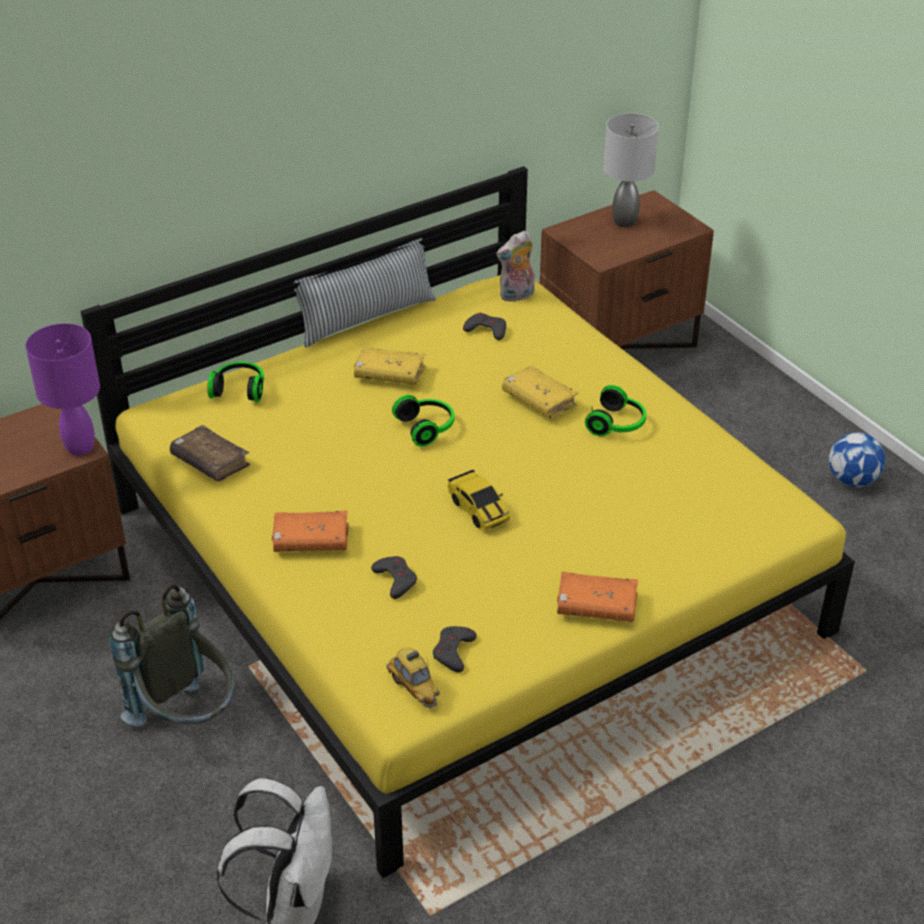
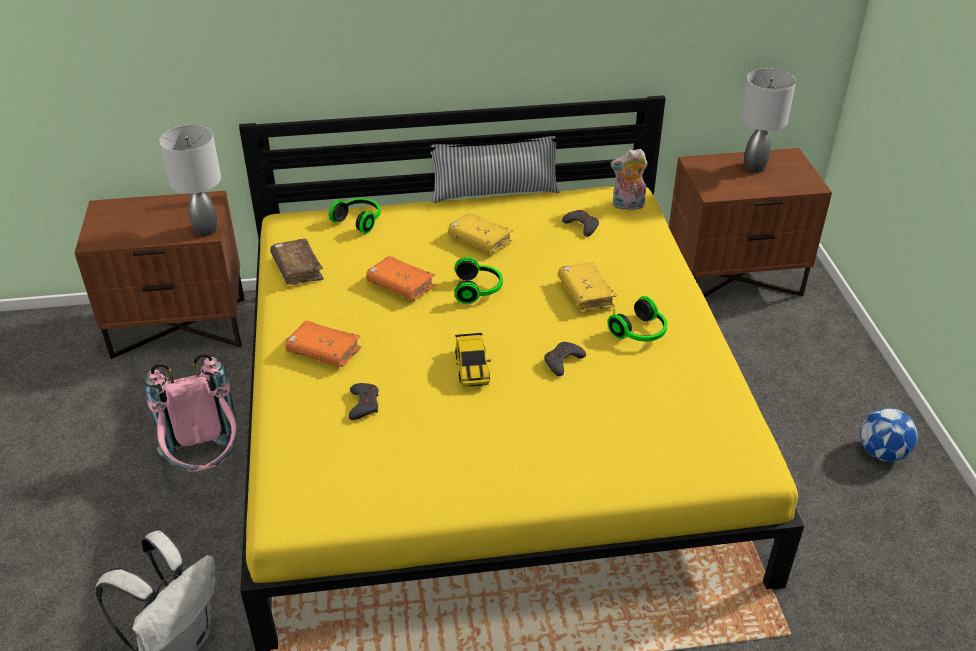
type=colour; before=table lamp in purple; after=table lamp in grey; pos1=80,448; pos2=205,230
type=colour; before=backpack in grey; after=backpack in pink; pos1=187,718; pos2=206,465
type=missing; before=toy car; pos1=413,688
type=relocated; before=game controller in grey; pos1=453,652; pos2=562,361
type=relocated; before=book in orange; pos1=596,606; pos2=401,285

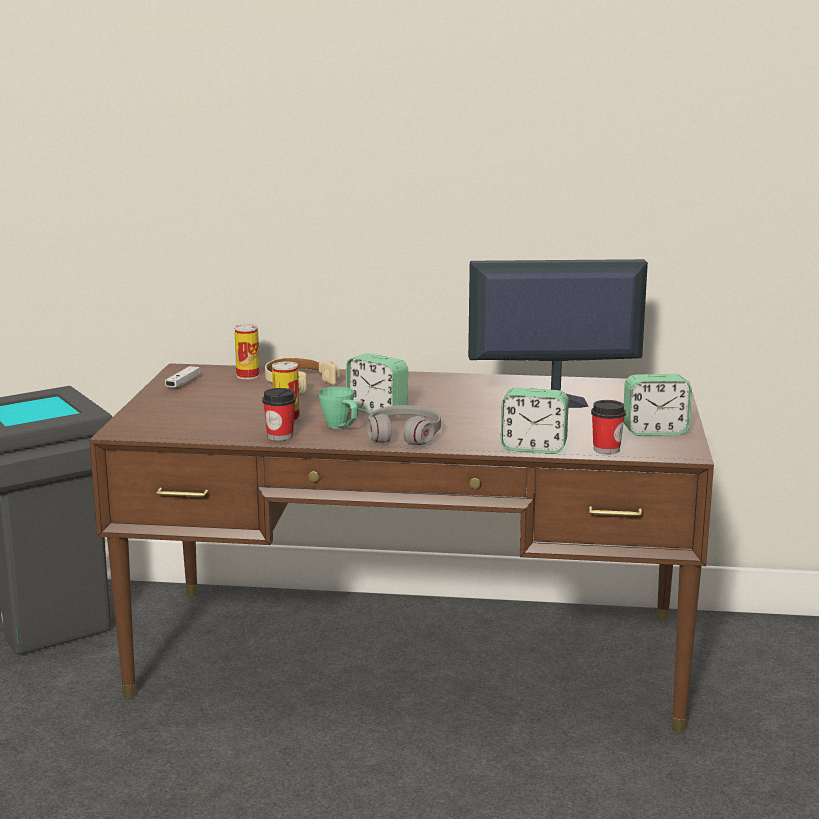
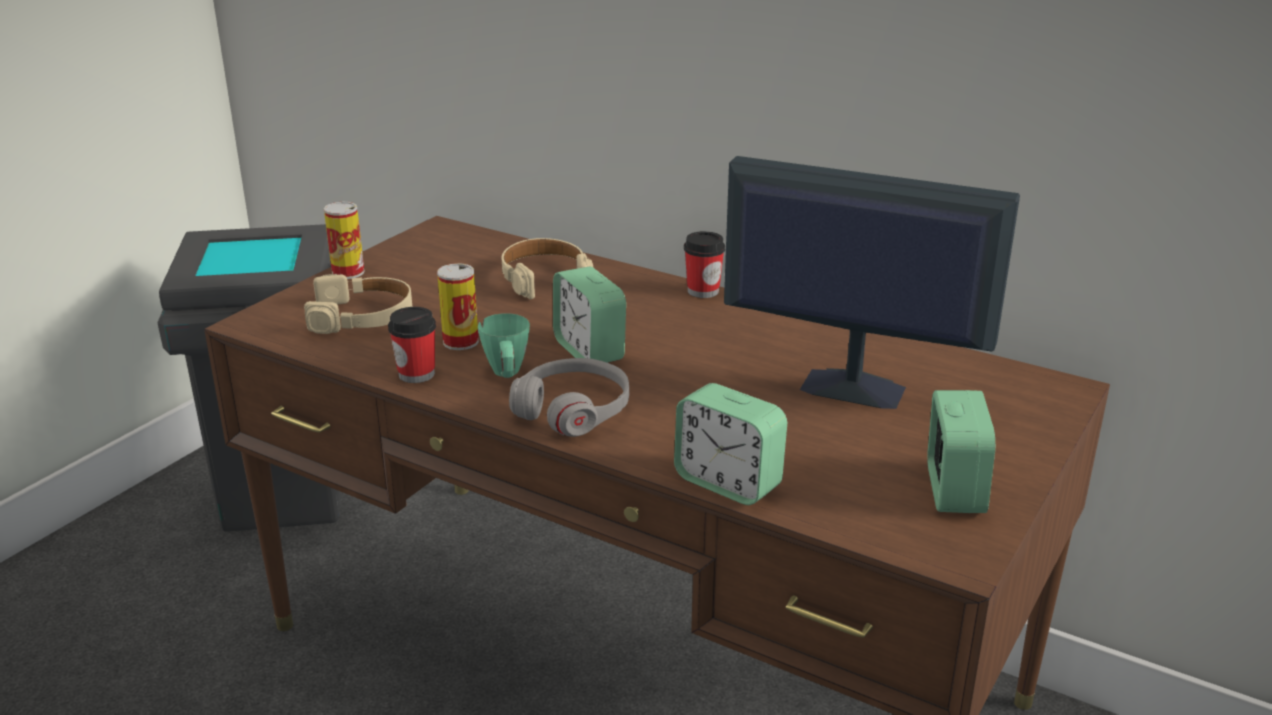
type=missing; before=game controller in white; pos1=183,383
type=relocated; before=can; pos1=248,376; pos2=348,272
type=relocated; before=cup; pos1=606,449; pos2=703,291
type=spun; before=alarm clock; pos1=655,431; pos2=953,490; turn=-105
type=appeared; after=headphones in beige; pos2=362,316

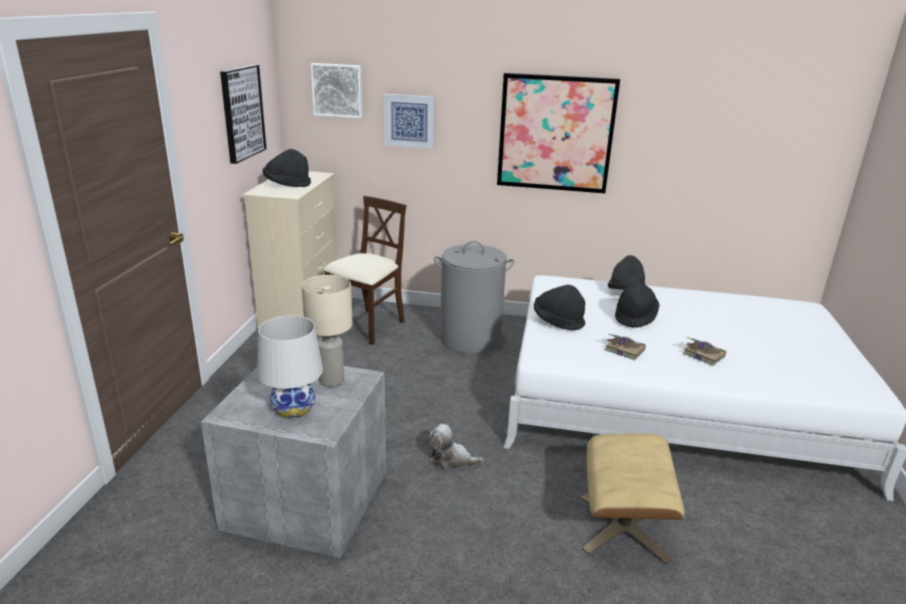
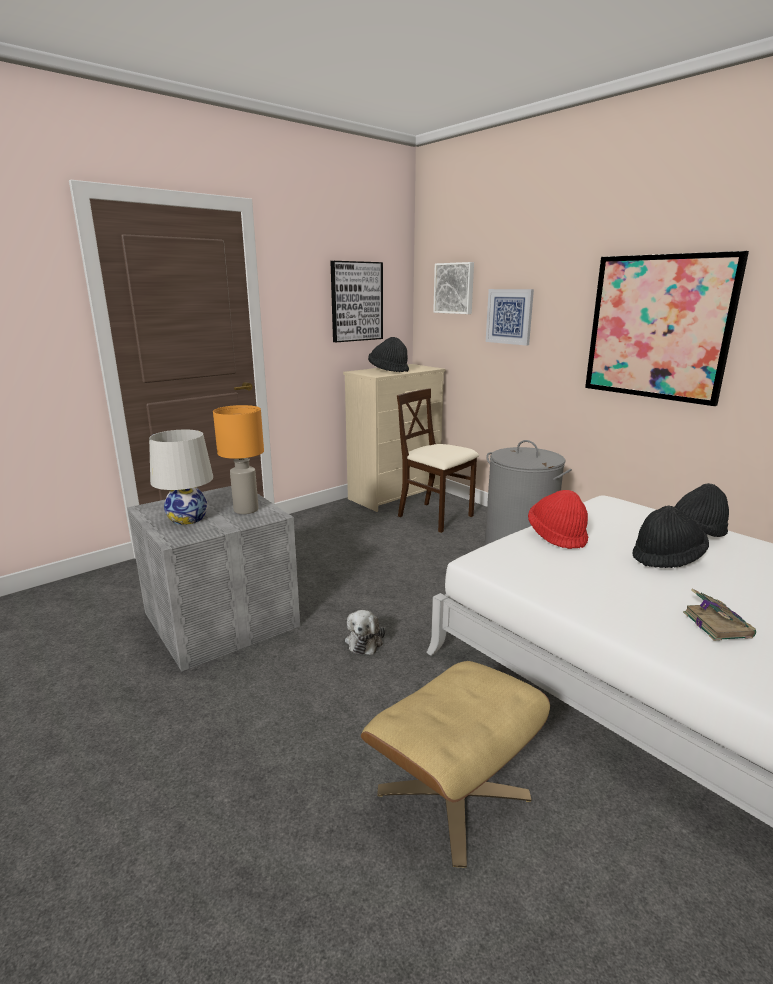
type=colour; before=table lamp in beige; after=table lamp in orange; pos1=330,380; pos2=245,510
type=spun; before=chair in beige; pos1=367,326; pos2=435,517; turn=-120
type=spun; before=plush toy; pos1=451,459; pos2=364,641; turn=-135
type=colour; before=hat in black; after=hat in red; pos1=558,321; pos2=557,536
type=missing; before=book; pos1=624,350

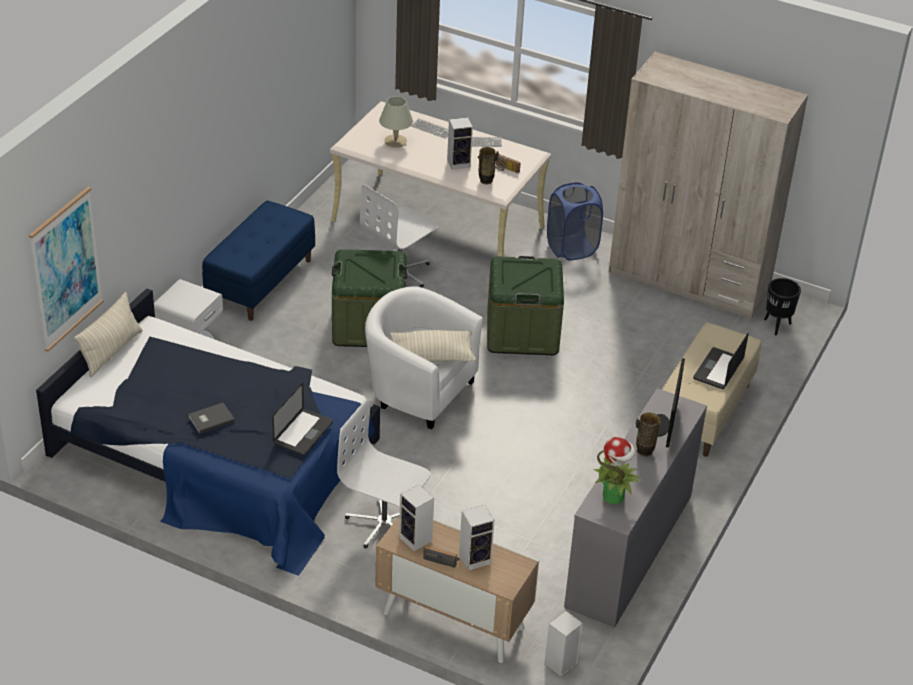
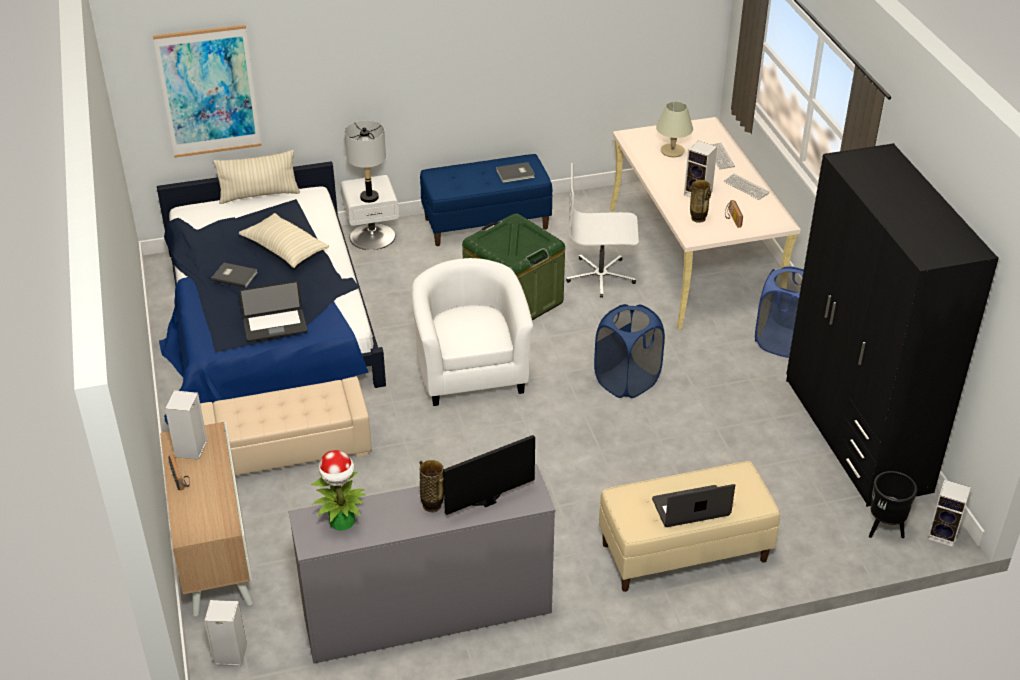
type=exchanged; before=office chair in white; after=ottoman in beige; pos1=384,524; pos2=287,449
type=relocated; before=pillow in beige; pos1=432,356; pos2=285,250
type=relocated; before=speaker; pos1=476,558; pos2=943,535
type=exchanged; before=storage box in green; after=laundry basket in blue; pos1=522,332; pos2=627,381
type=colour; before=wardrobe in beige; after=wardrobe in black; pos1=689,280; pos2=856,435
type=appeared; after=table lamp in grey; pos2=369,197
type=appeared; after=book in grey; pos2=516,174

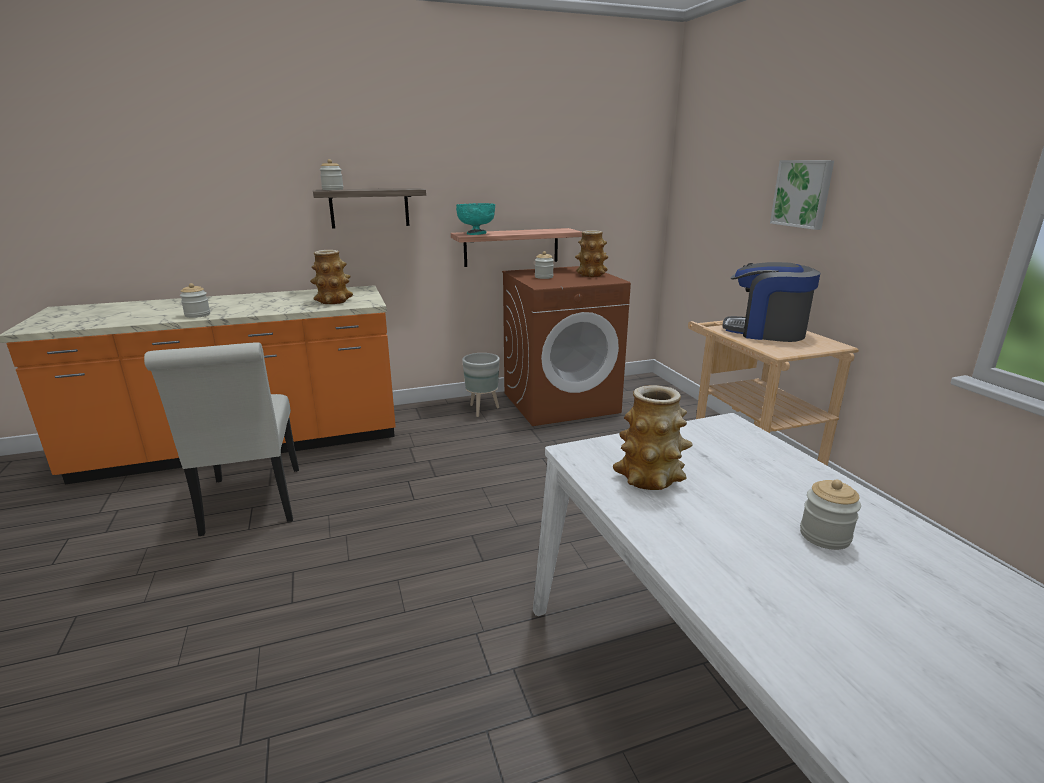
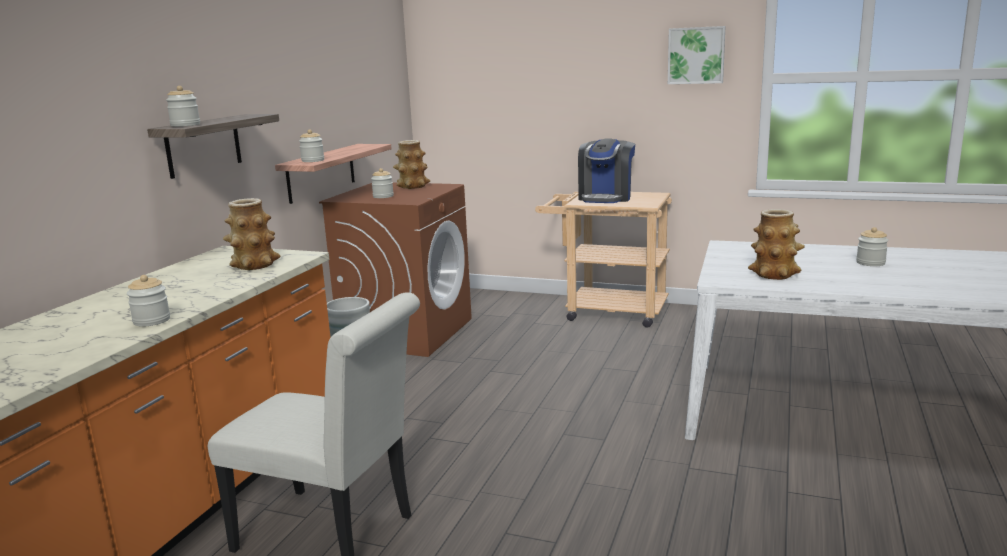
type=exchanged; before=bowl in turquoise; after=jar; pos1=476,234; pos2=313,160
type=spun; before=coffee machine; pos1=765,332; pos2=606,198; turn=-45
type=relocated; before=picture; pos1=803,193; pos2=696,55

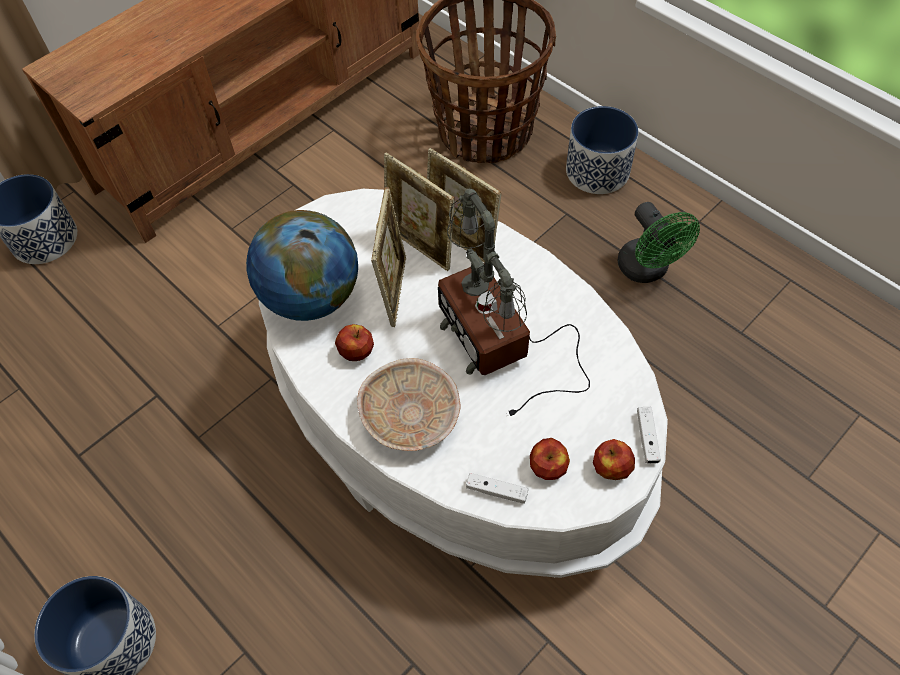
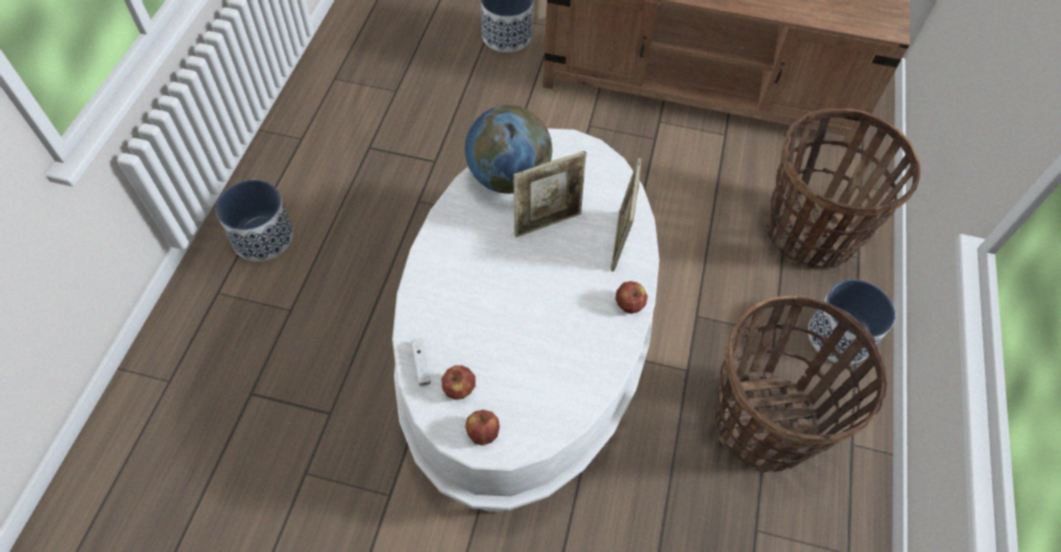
type=relocated; before=apple; pos1=356,351; pos2=629,304
type=missing; before=bowl in beige; pos1=411,417
type=missing; before=picture frame; pos1=420,246
type=missing; before=table lamp; pos1=499,344
type=exchanged; before=fan in green; after=basket; pos1=647,270; pos2=764,423
type=missing; before=game controller in white; pos1=647,438

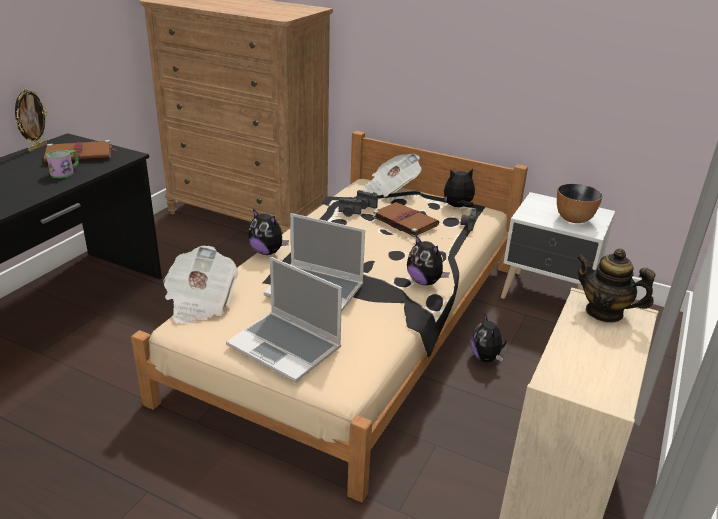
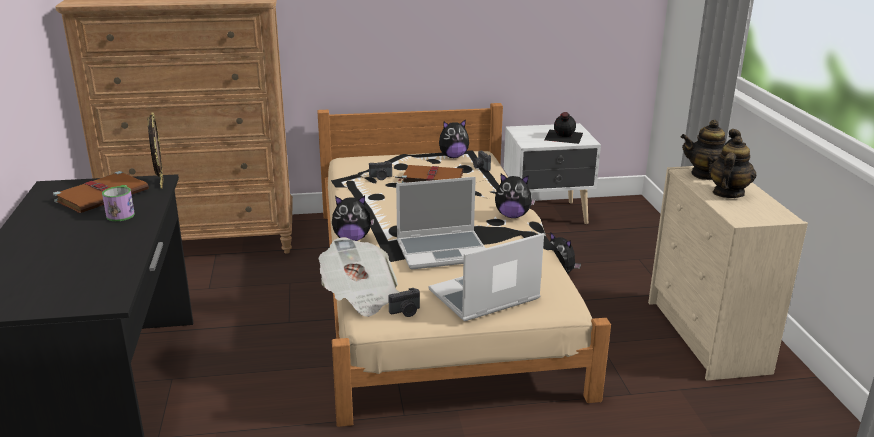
type=relocated; before=picture frame; pos1=37,147; pos2=160,183
type=spun; before=laptop; pos1=286,347; pos2=483,297; turn=150
type=relocated; before=photo camera; pos1=349,213; pos2=406,312
type=missing; before=newspaper; pos1=391,189
type=spun; before=plush toy; pos1=458,207; pos2=453,156; turn=-150
type=exchanged; before=bowl; after=bottle in black; pos1=573,219; pos2=563,136
type=appeared; after=teapot; pos2=727,193

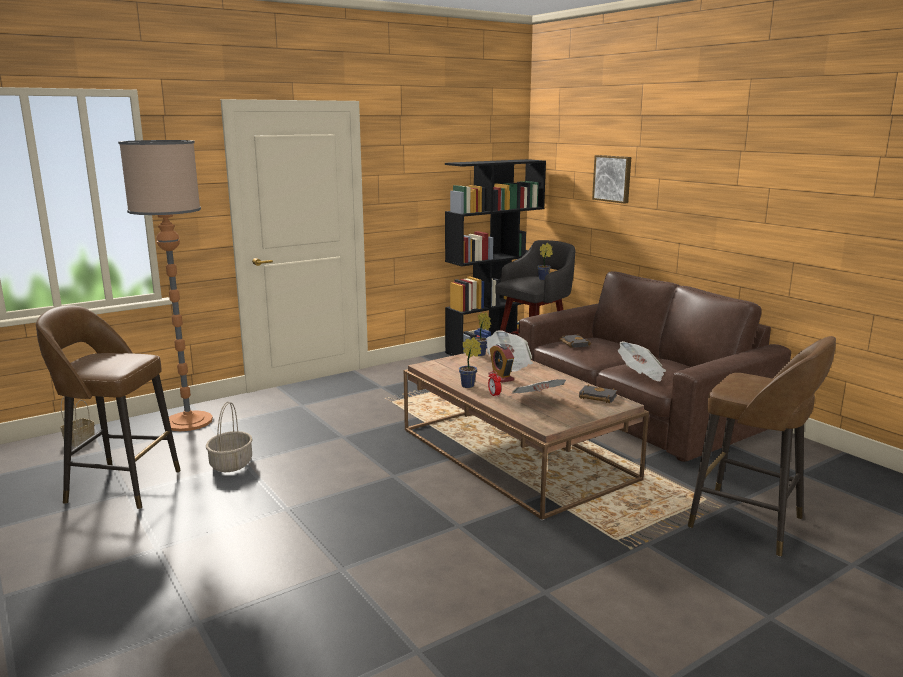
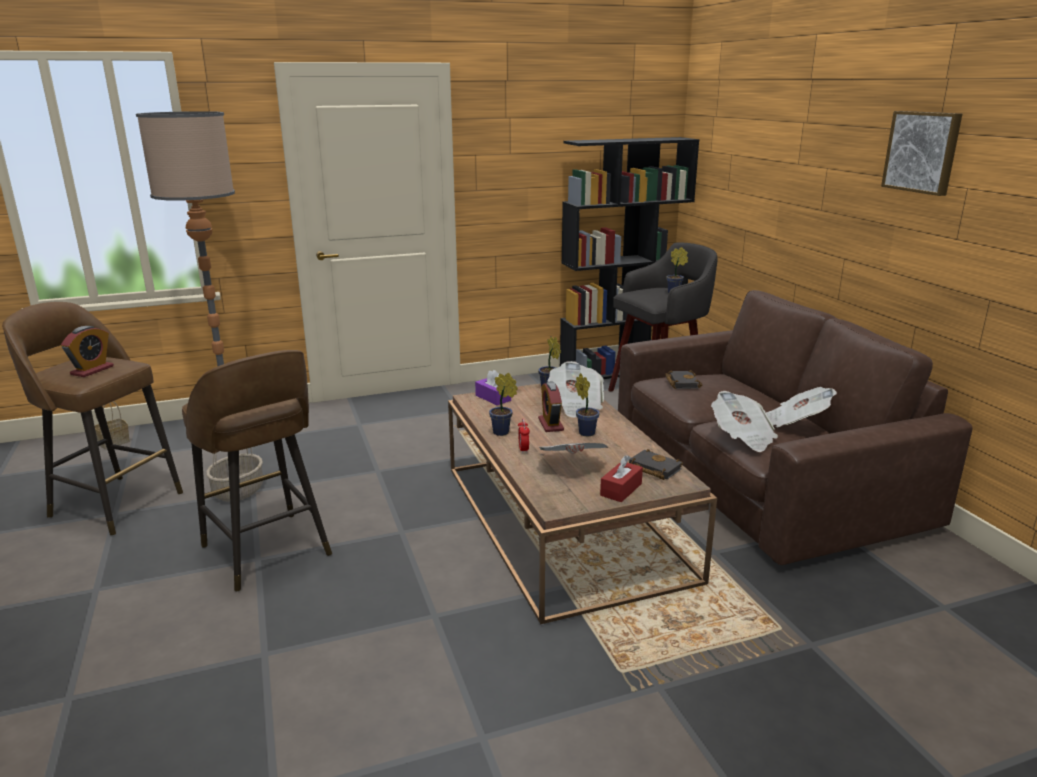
type=relocated; before=picture; pos1=613,178; pos2=922,152
type=relocated; before=stool in brown; pos1=749,524; pos2=267,552
type=appeared; after=alarm clock; pos2=92,370
type=appeared; after=tissue box in purple; pos2=493,398
type=appeared; after=potted plant; pos2=585,432
type=appeared; after=tissue box in red; pos2=621,489
type=appeared; after=newspaper; pos2=795,422

